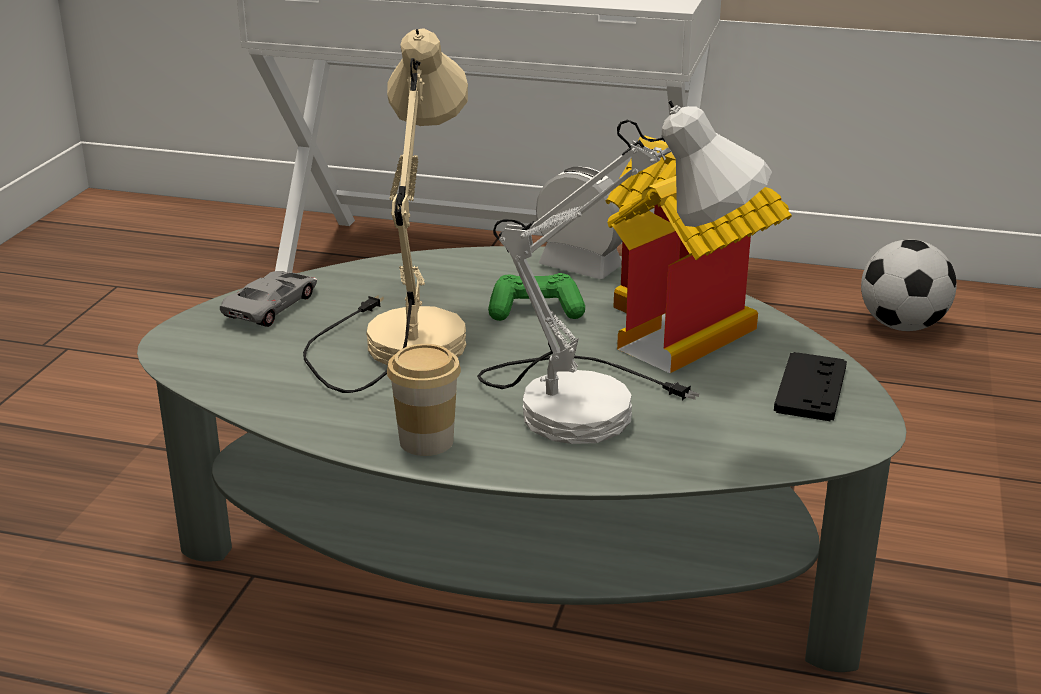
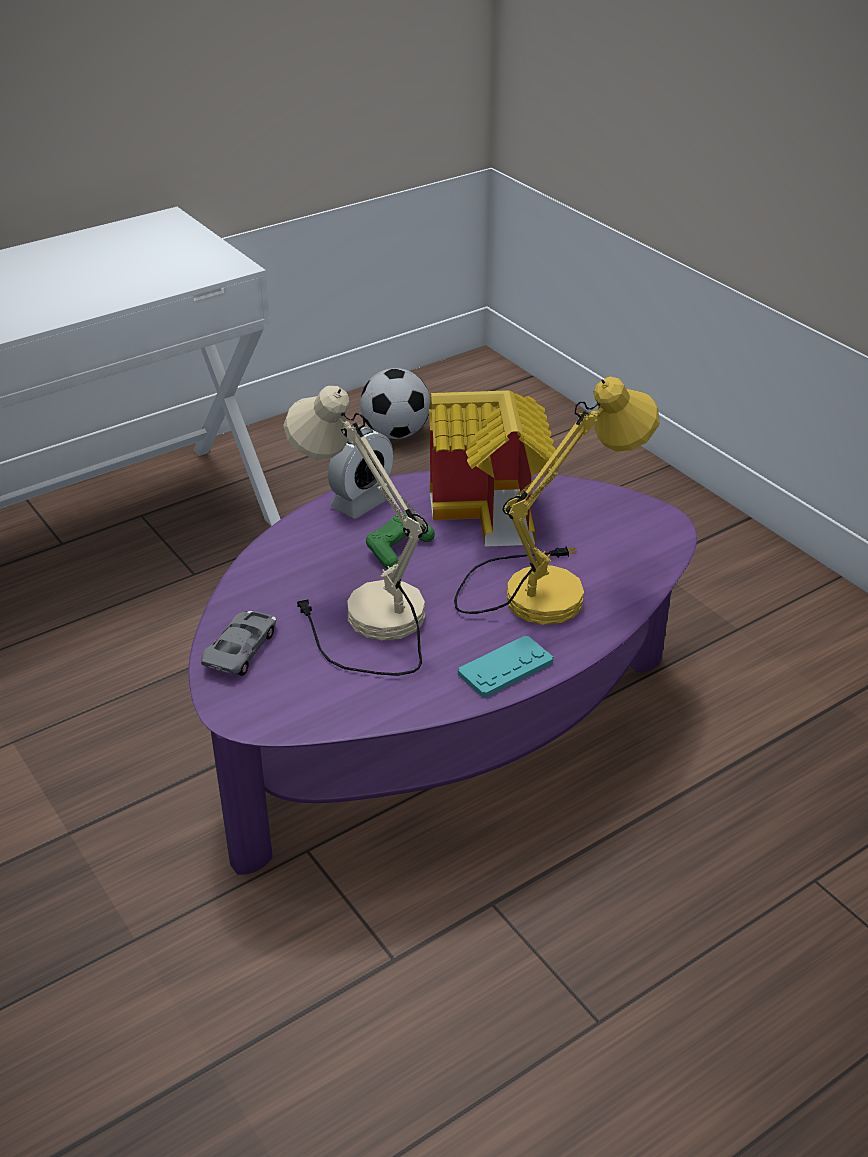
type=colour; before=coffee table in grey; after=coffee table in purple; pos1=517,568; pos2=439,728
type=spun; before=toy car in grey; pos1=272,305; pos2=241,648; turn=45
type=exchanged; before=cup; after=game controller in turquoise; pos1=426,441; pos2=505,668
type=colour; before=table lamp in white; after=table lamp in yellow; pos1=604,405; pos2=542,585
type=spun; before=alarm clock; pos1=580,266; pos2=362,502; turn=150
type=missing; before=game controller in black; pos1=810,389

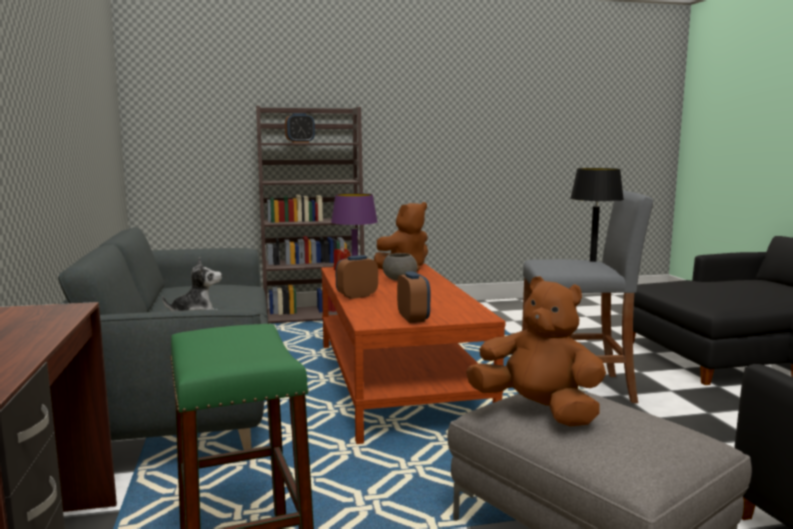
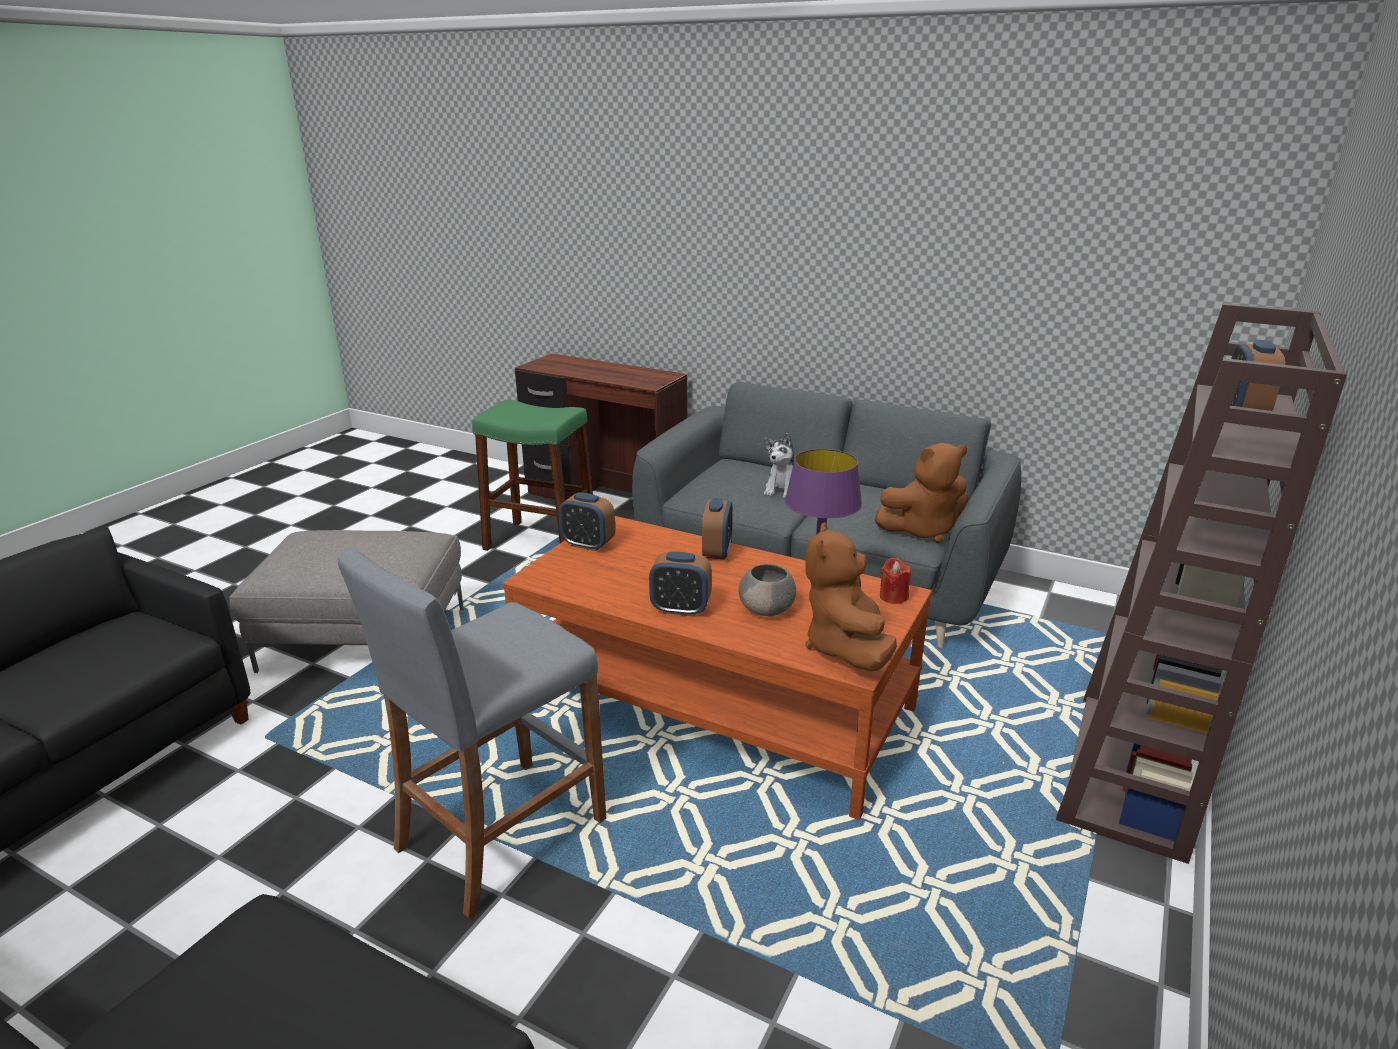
type=relocated; before=plush toy in brown; pos1=537,410; pos2=922,530
type=missing; before=table lamp in black; pos1=593,261
type=appeared; after=alarm clock; pos2=680,609

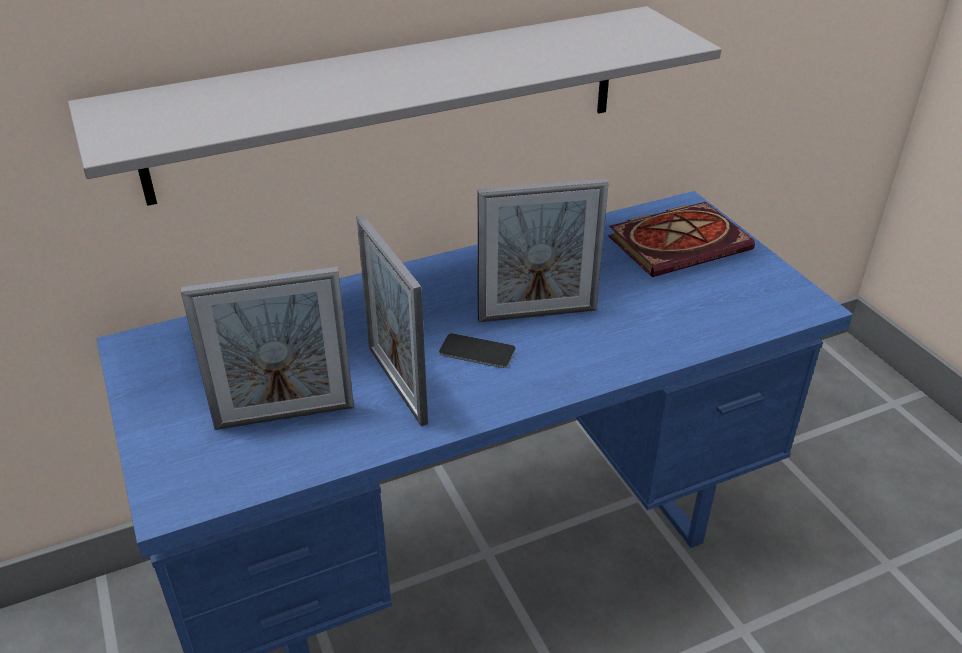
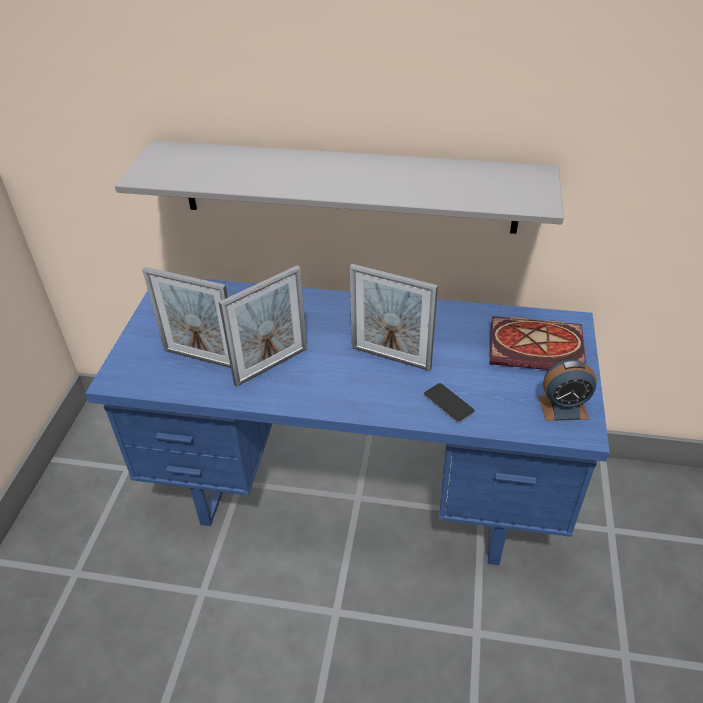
type=spun; before=picture frame; pos1=396,384; pos2=271,366; turn=-135
type=relocated; before=phone; pos1=477,351; pos2=448,403
type=appeared; after=alarm clock; pos2=563,407

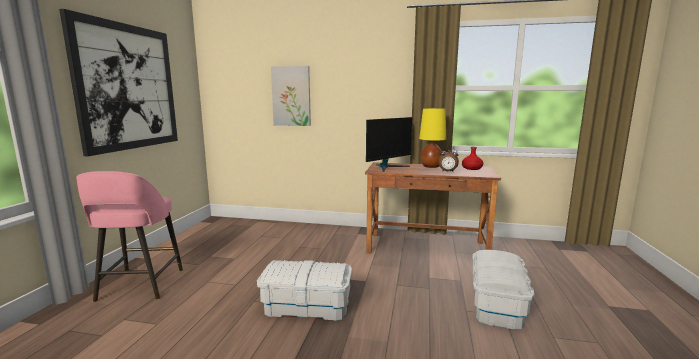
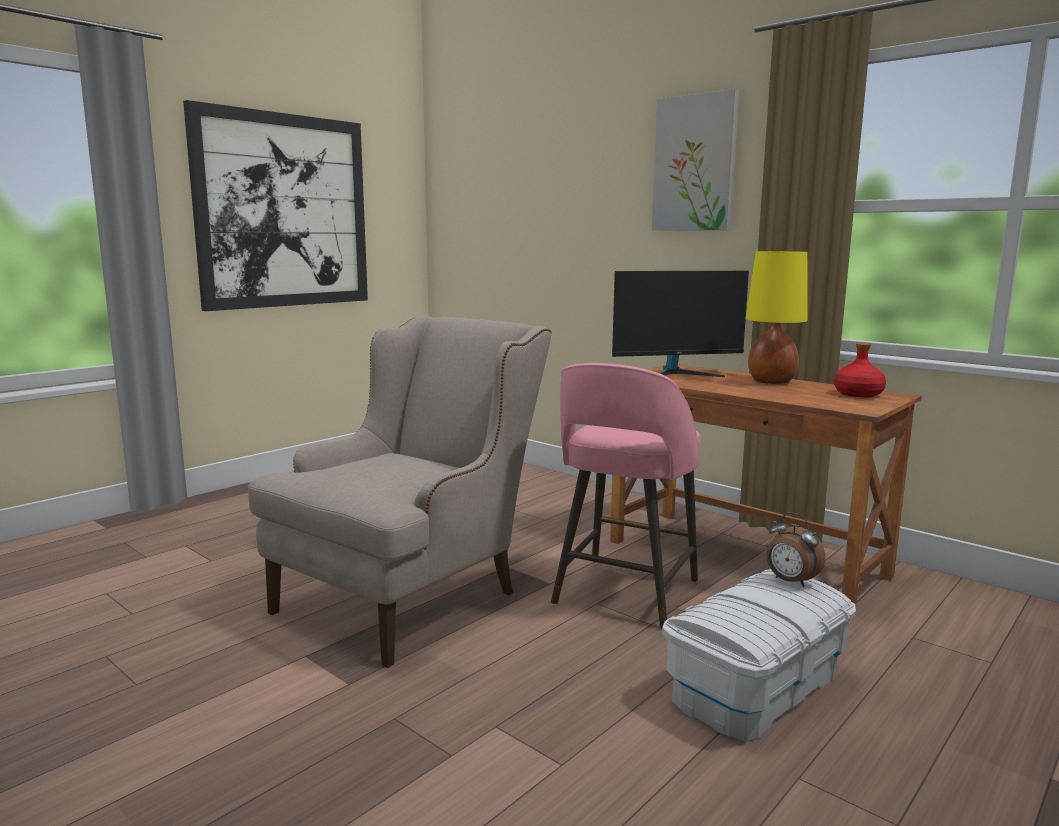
type=relocated; before=stool in pink; pos1=140,286; pos2=624,594
type=exchanged; before=storage box in white; after=armchair in beige; pos1=307,306; pos2=413,593
type=relocated; before=picture; pos1=291,96; pos2=695,163
type=relocated; before=alarm clock; pos1=447,172; pos2=790,581

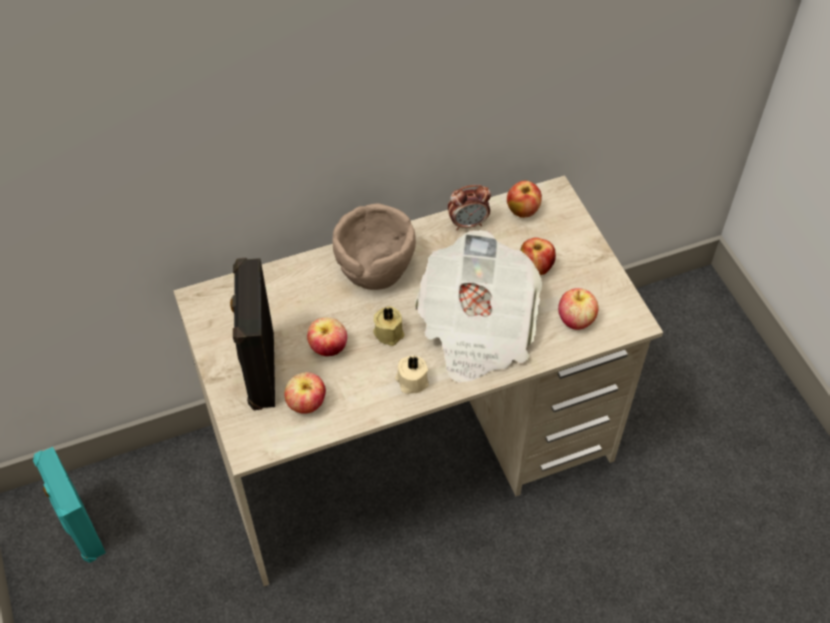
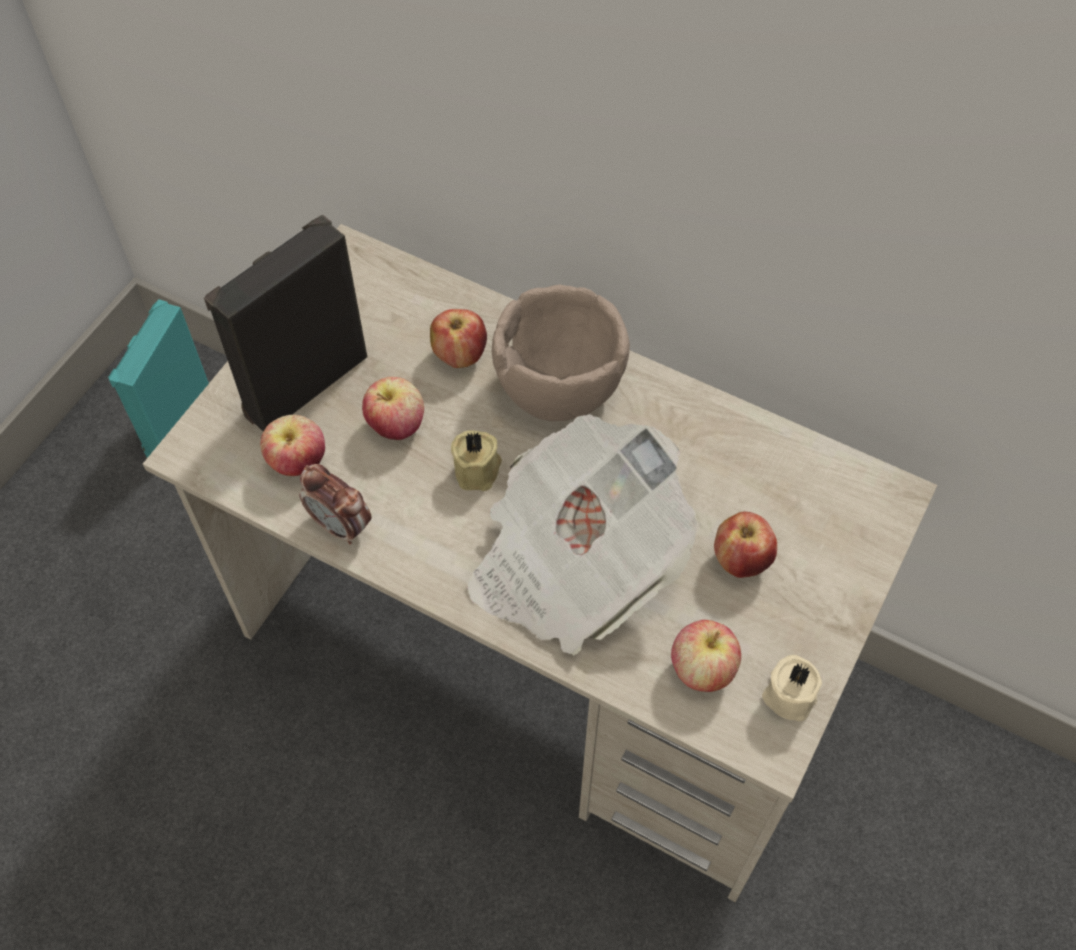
type=relocated; before=candle in beige; pos1=411,381; pos2=789,694
type=relocated; before=alarm clock; pos1=468,223; pos2=341,526
type=relocated; before=apple; pos1=522,211; pos2=460,355

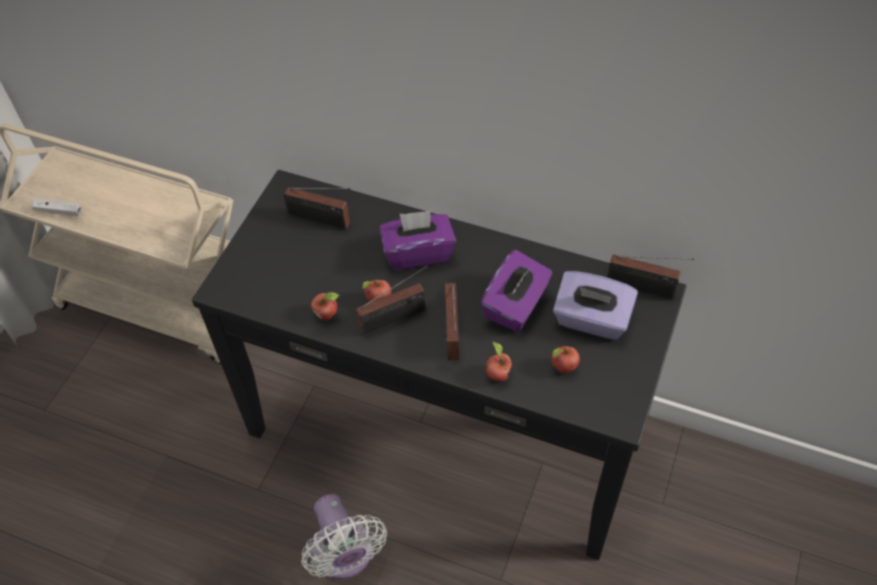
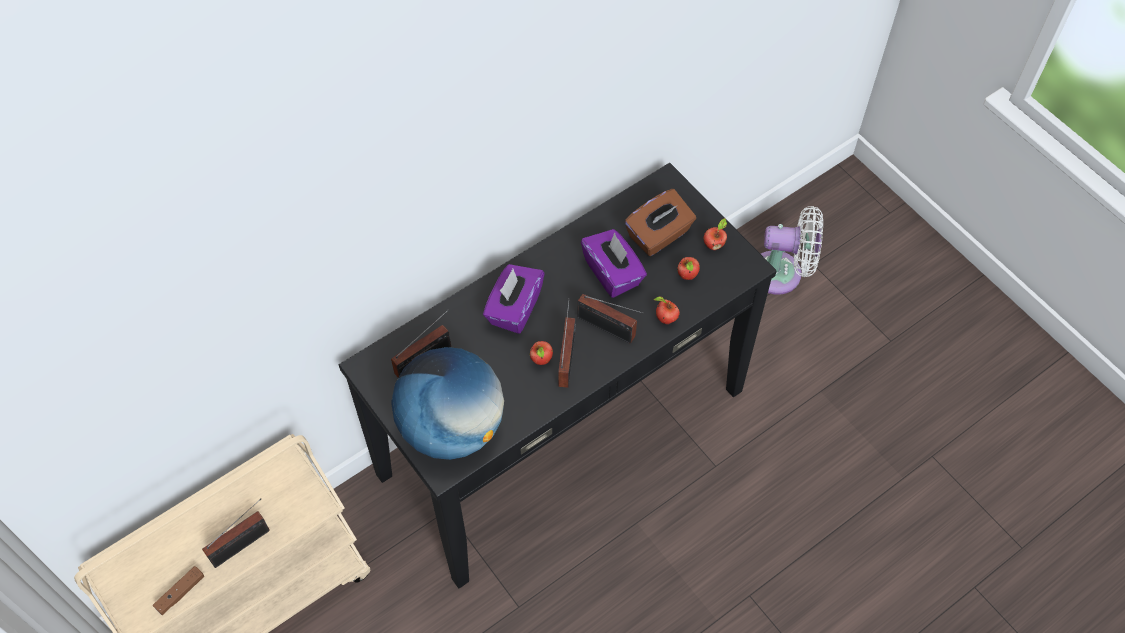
type=colour; before=game controller in white; after=game controller in brown; pos1=59,211; pos2=180,593
type=relocated; before=fan in white; pos1=345,556; pos2=782,274
type=relocated; before=apple; pos1=327,314; pos2=713,244
type=colour; before=tissue box in purple; after=tissue box in brown; pos1=591,320; pos2=659,235
type=relocated; before=radio; pos1=644,289; pos2=243,543
type=appeared; after=globe; pos2=452,428

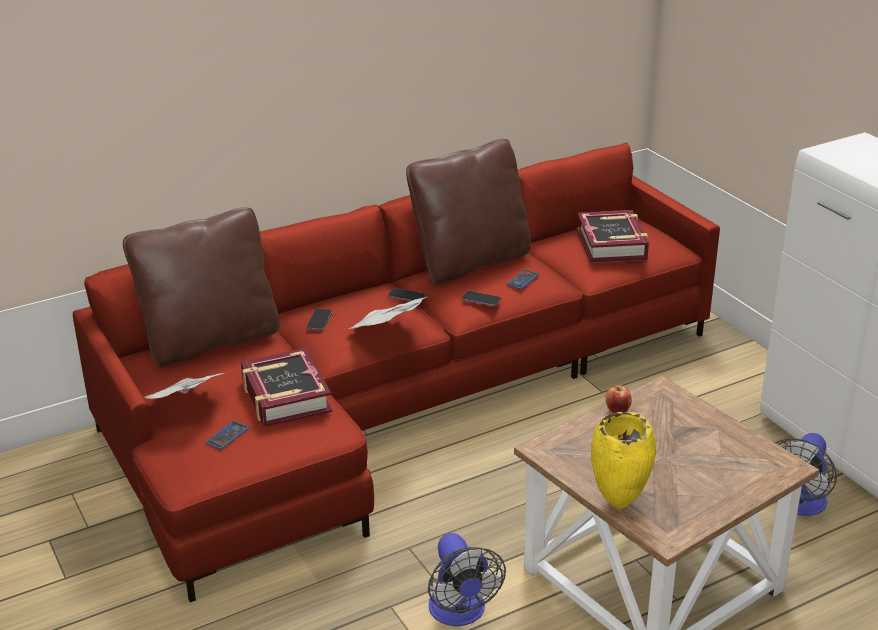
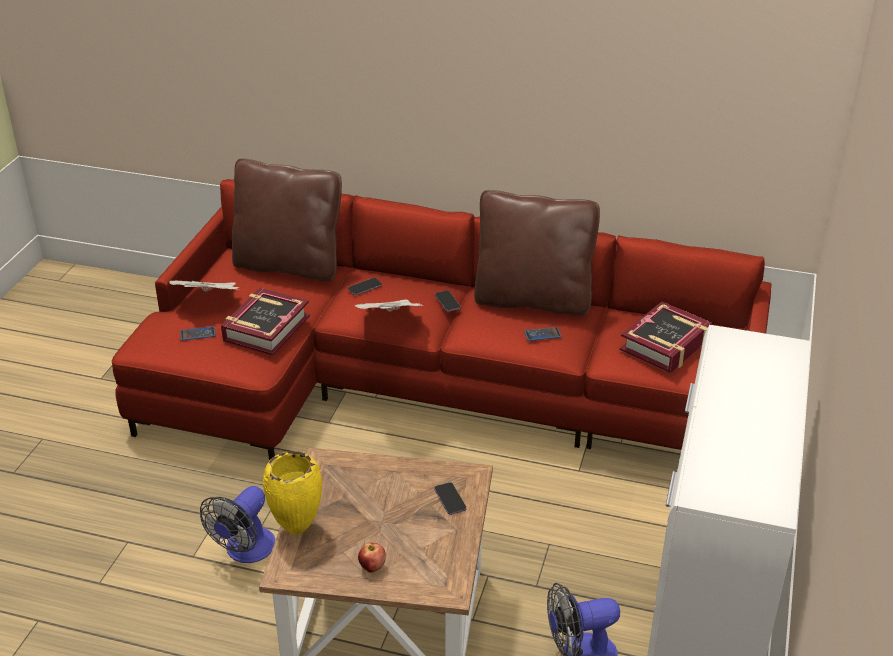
type=relocated; before=phone; pos1=481,300; pos2=450,499
type=relocated; before=apple; pos1=618,411; pos2=372,567

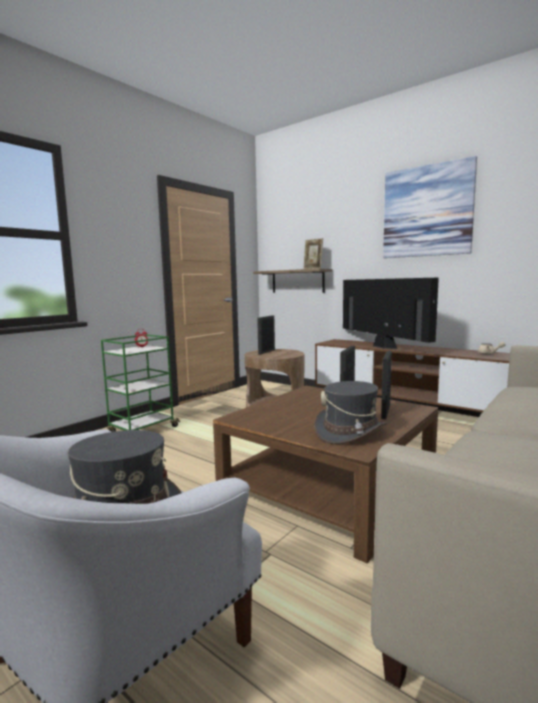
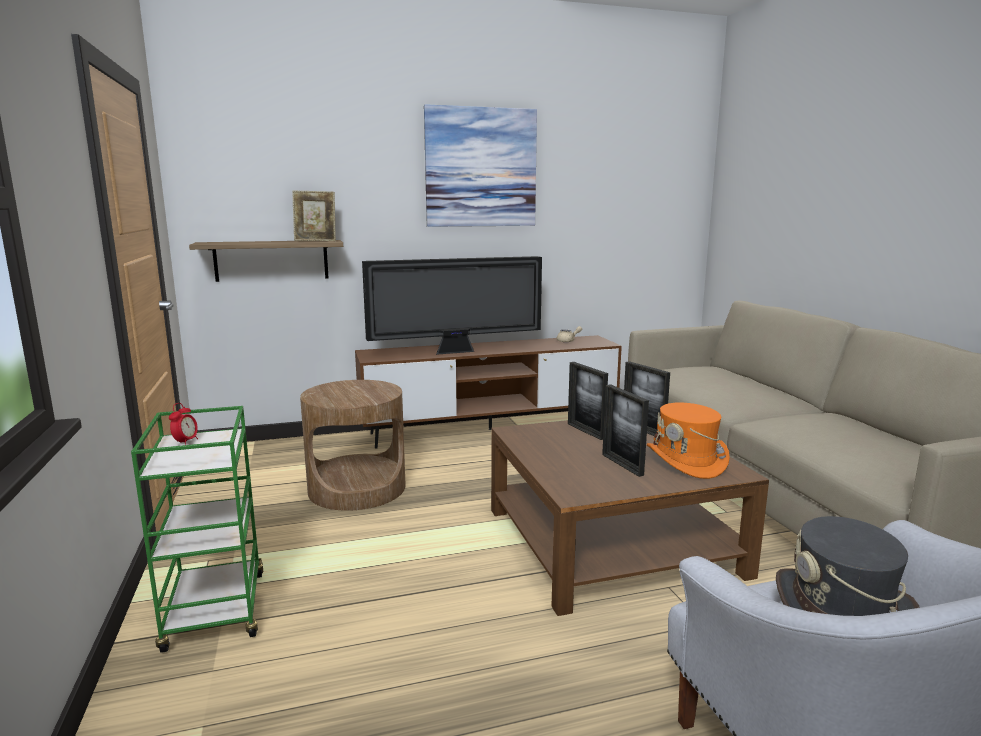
type=relocated; before=picture frame; pos1=266,352; pos2=622,464
type=colour; before=hat in grey; after=hat in orange; pos1=350,432; pos2=686,461
type=spun; before=television; pos1=383,347; pos2=456,351; turn=150

